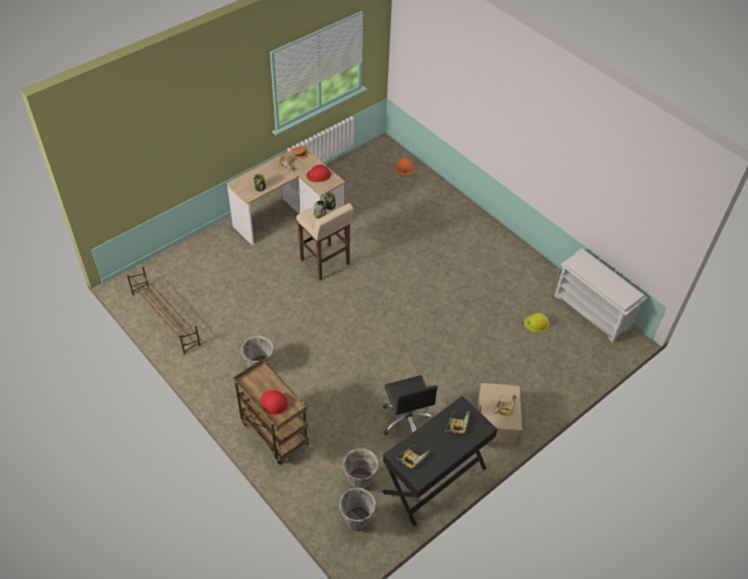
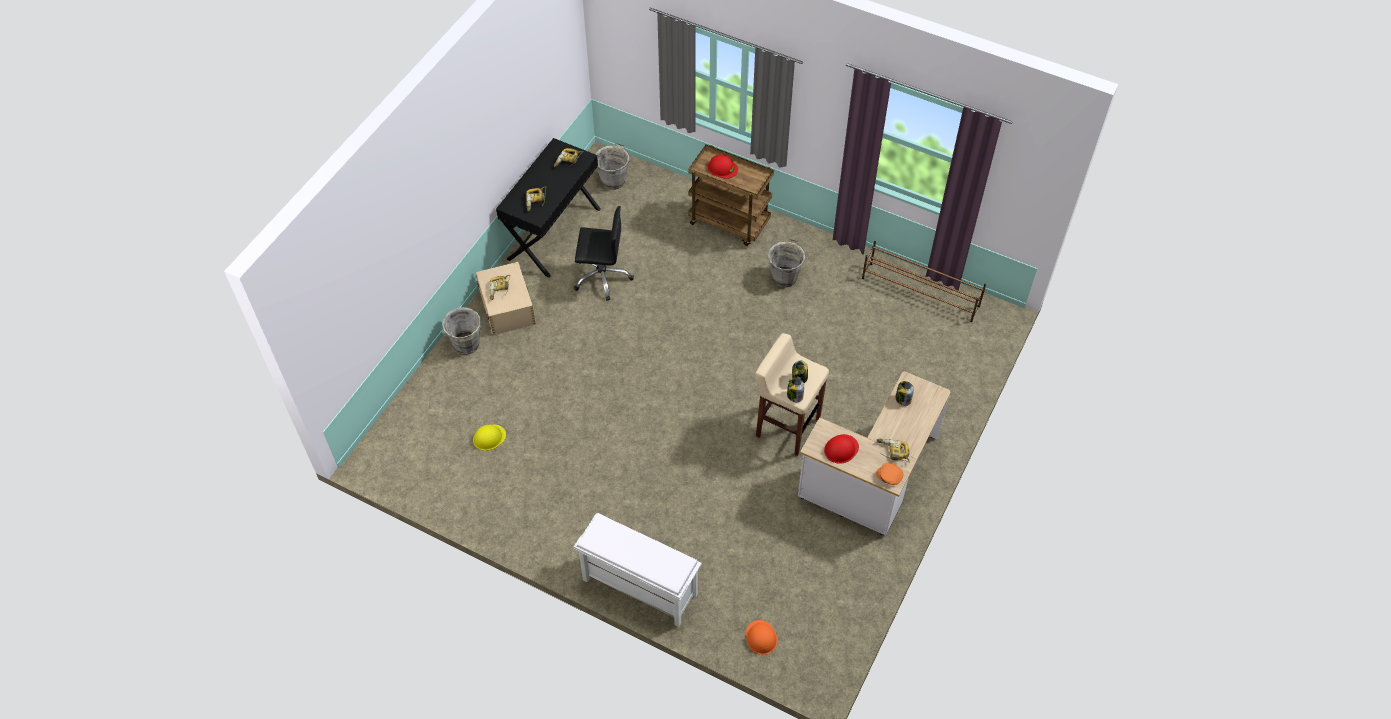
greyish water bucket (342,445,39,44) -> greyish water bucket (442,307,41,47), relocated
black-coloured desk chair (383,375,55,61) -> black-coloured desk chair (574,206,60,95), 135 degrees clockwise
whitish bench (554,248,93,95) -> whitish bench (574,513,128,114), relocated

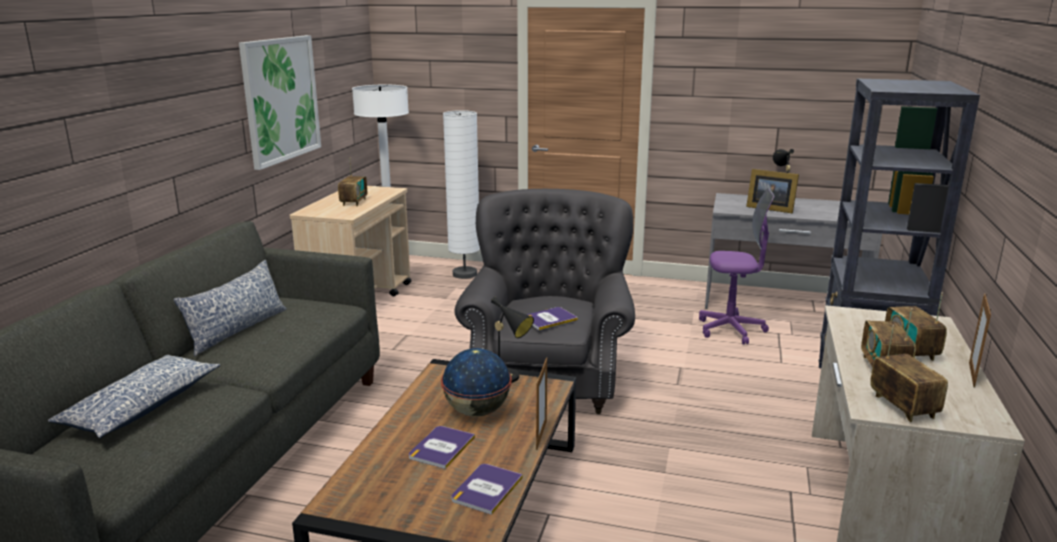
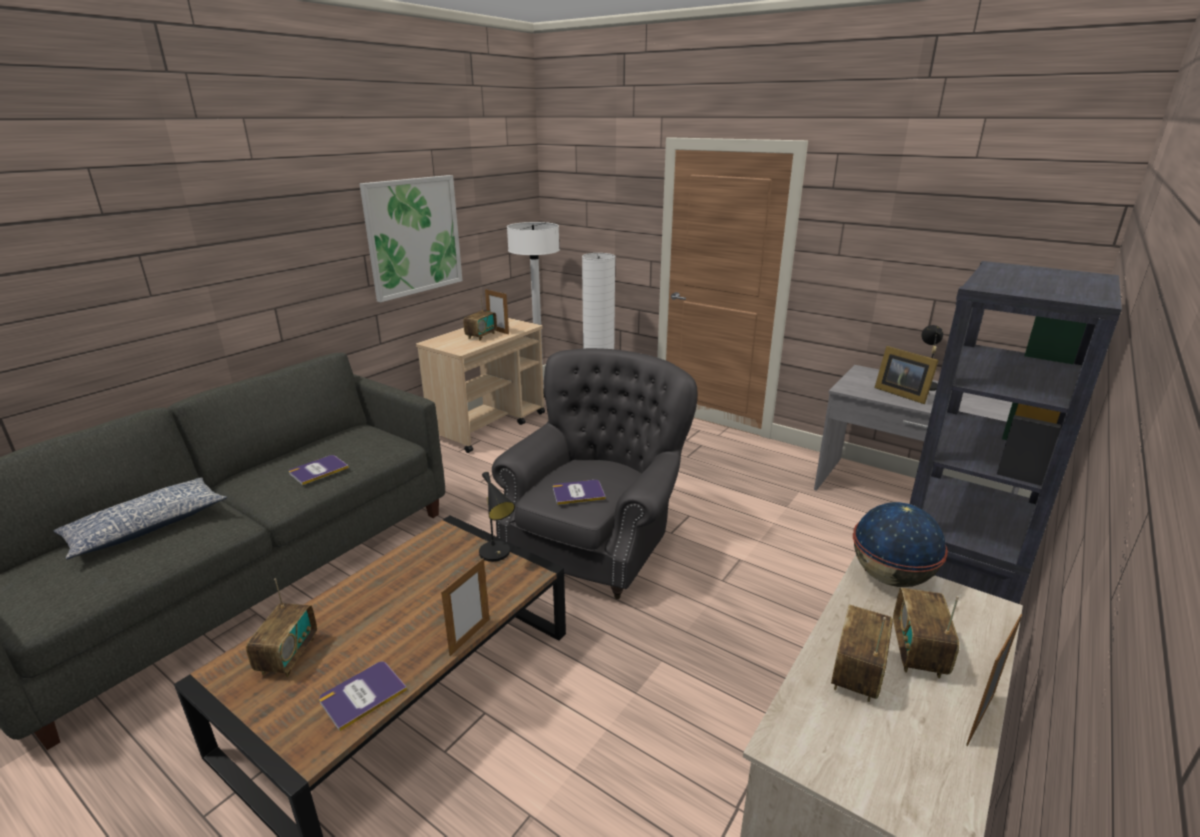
radio receiver (870,325,78,97) -> radio receiver (246,579,71,98), relocated
bound book (409,426,66,43) -> bound book (289,455,60,30), relocated
none -> standing frame (485,288,24,46)
world globe (441,348,71,69) -> world globe (853,502,95,85), relocated
pillow (174,260,113,96) -> none
purple-coloured desk chair (699,189,76,156) -> none

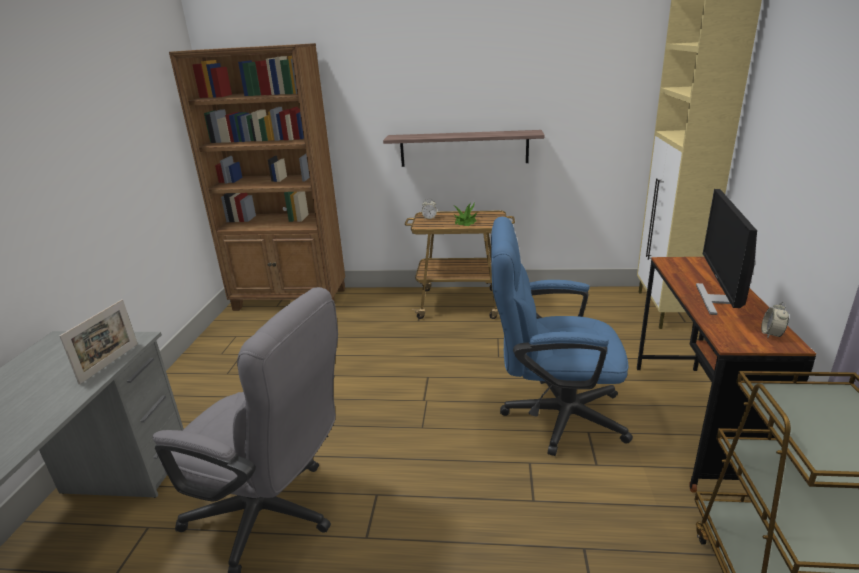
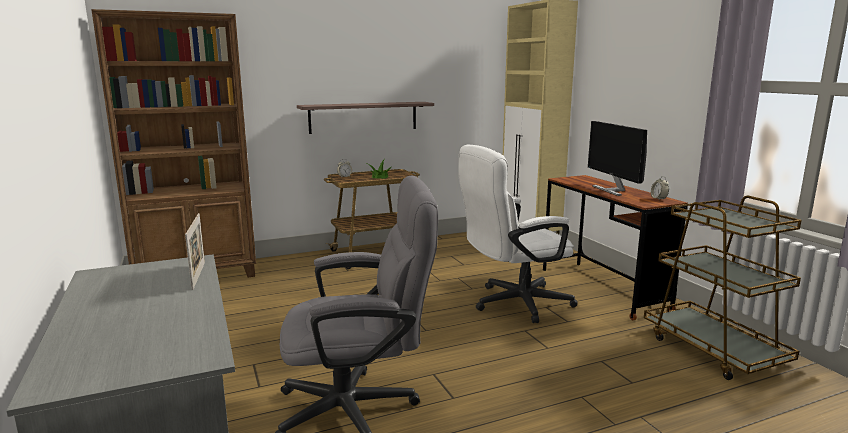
bluish desk chair (491,217,142,239) -> whitish desk chair (458,145,119,178)

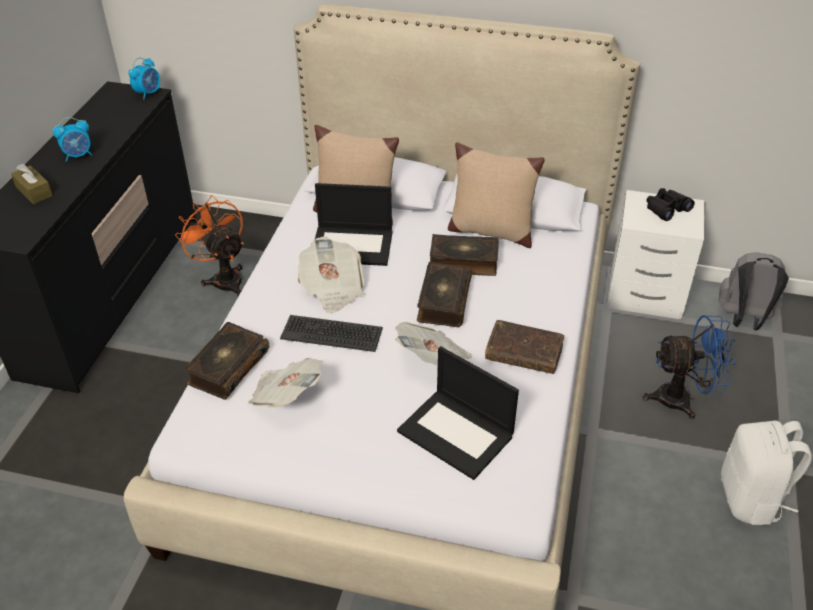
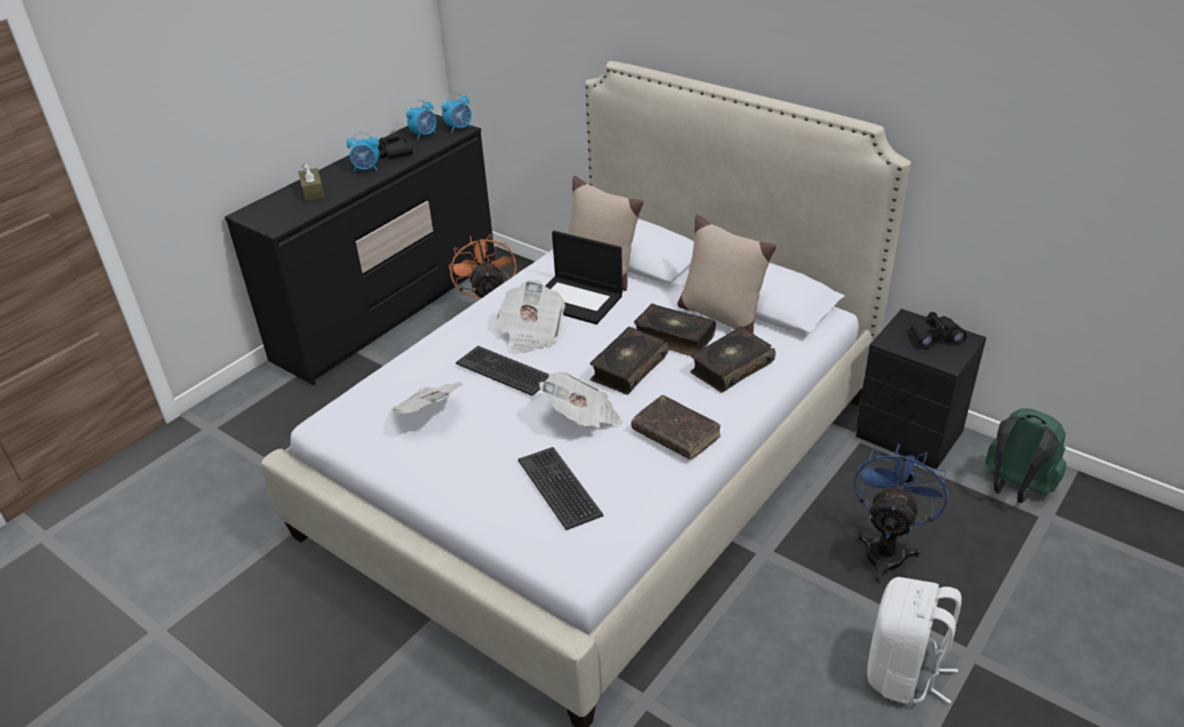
none -> black-coloured field glasses (378,132,35,27)
none -> alarm clock (406,100,31,40)
portable computer (397,346,122,134) -> keyboard (518,447,86,83)
bound book (184,322,85,78) -> bound book (690,326,86,67), relocated
bluish cooling fan (643,315,93,104) -> bluish cooling fan (854,444,95,139), 90 degrees counterclockwise
whitish night table (606,190,98,130) -> black-coloured night table (856,309,130,160)
greyish backpack (719,252,70,78) -> greenish backpack (985,408,81,95)

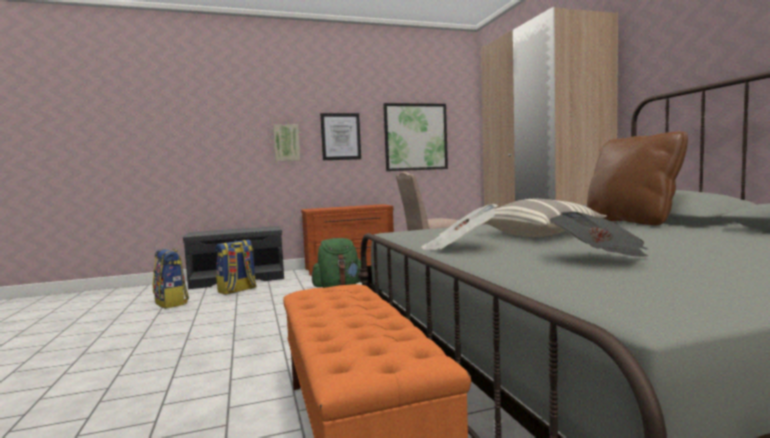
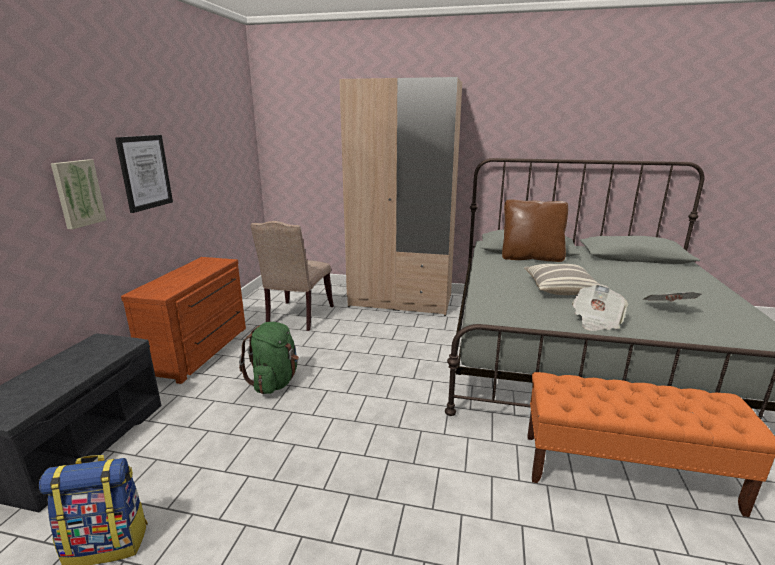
backpack (215,240,41,55) -> none
wall art (383,103,65,68) -> none

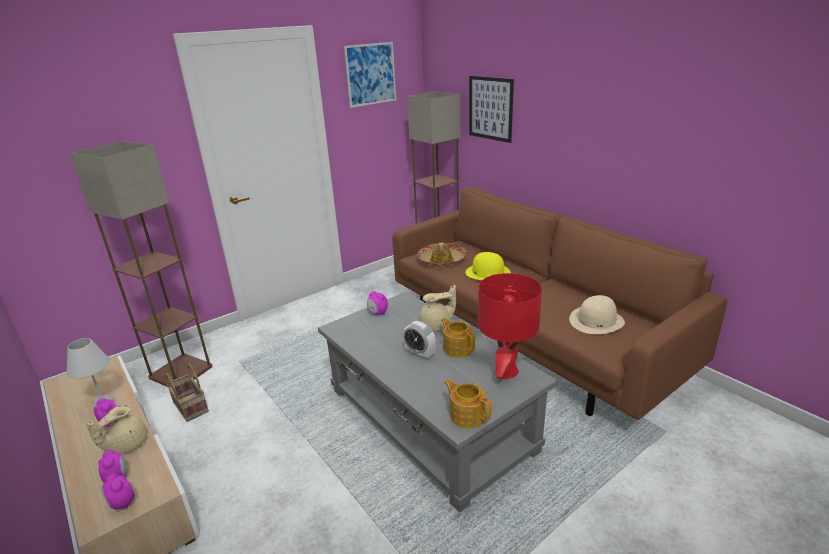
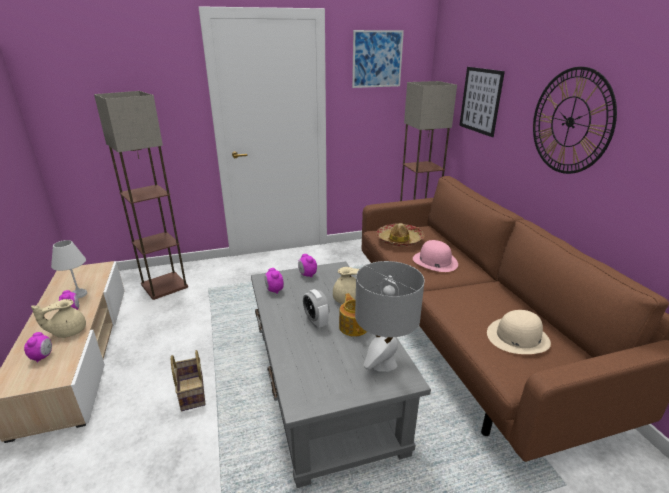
household basket (165,364,44,58) -> household basket (171,350,34,61), relocated
alarm clock (101,474,34,36) -> alarm clock (265,268,19,26), relocated
reddish lamp for a table (478,273,64,106) -> greyish lamp for a table (355,261,70,111)
yellow clothing hat (465,252,46,28) -> pink clothing hat (413,240,45,32)
none -> wall clock (533,67,84,107)
teapot (444,380,47,48) -> none

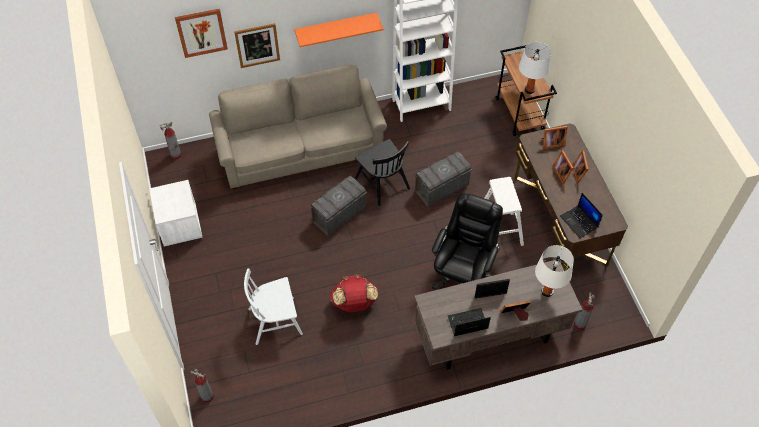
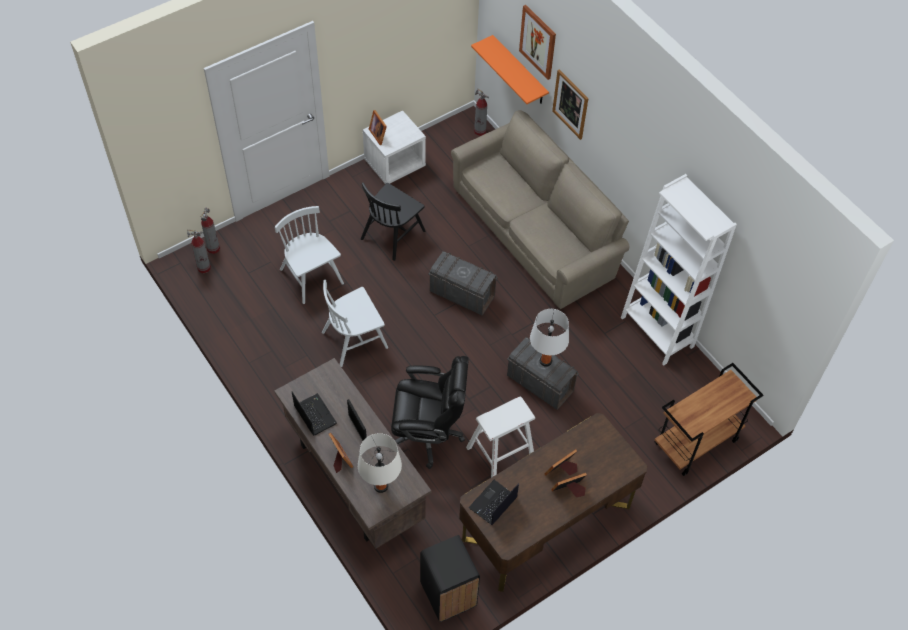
extinguisher (574,293,20,37) -> extinguisher (187,229,24,44), relocated
reddish backpack (330,274,49,38) -> whitish upright chair (322,280,66,87)
black-coloured upright chair (355,139,55,67) -> black-coloured upright chair (361,182,65,79), relocated
standing frame (541,126,27,23) -> standing frame (369,110,18,35), relocated
none -> black-coloured rubbish bin (420,535,60,87)
orangey bracket shelf (294,13,90,34) -> orangey bracket shelf (471,35,78,69), relocated
whitish lamp for a table (519,42,32,52) -> whitish lamp for a table (530,309,39,58), relocated

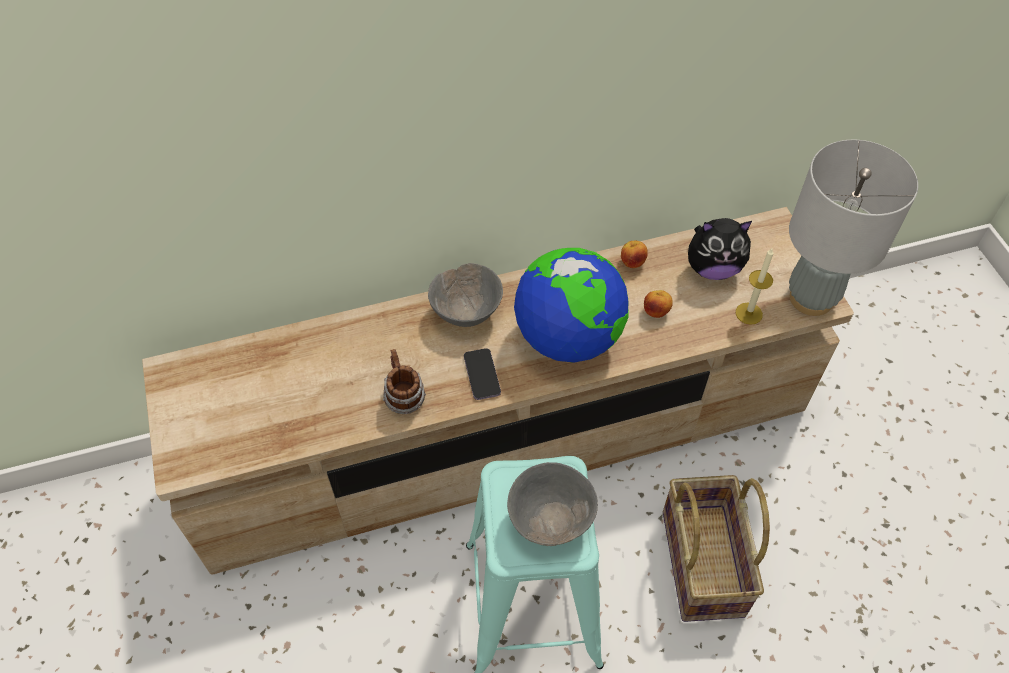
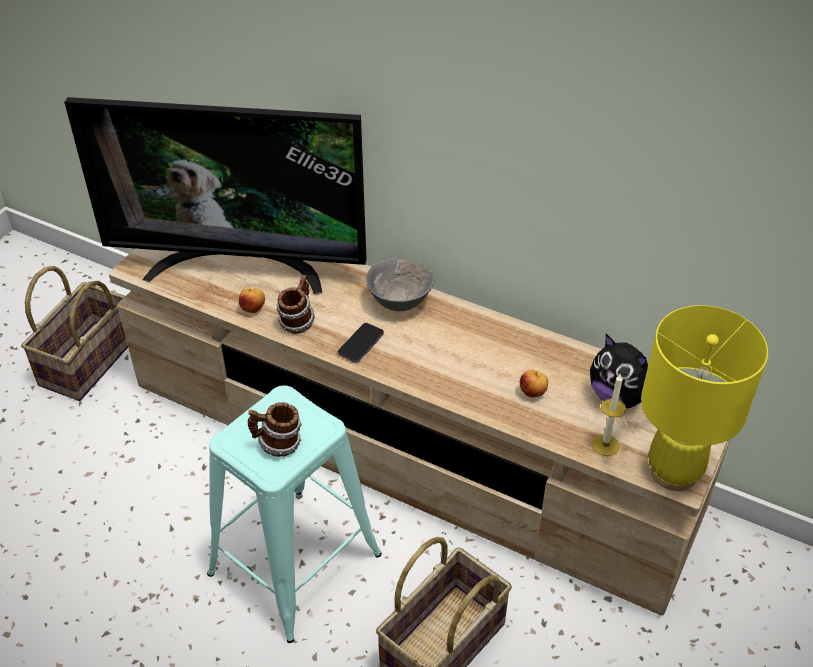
none -> household basket (21,266,107,135)
none -> TV (64,97,303,197)
whole apple (621,241,27,27) -> whole apple (239,288,26,25), relocated
greyish serving bowl (507,462,91,84) -> tea mug (248,402,54,55)
greyish lamp for a table (789,140,129,176) -> yellow lamp for a table (641,305,127,186)
world globe (514,248,115,115) -> none

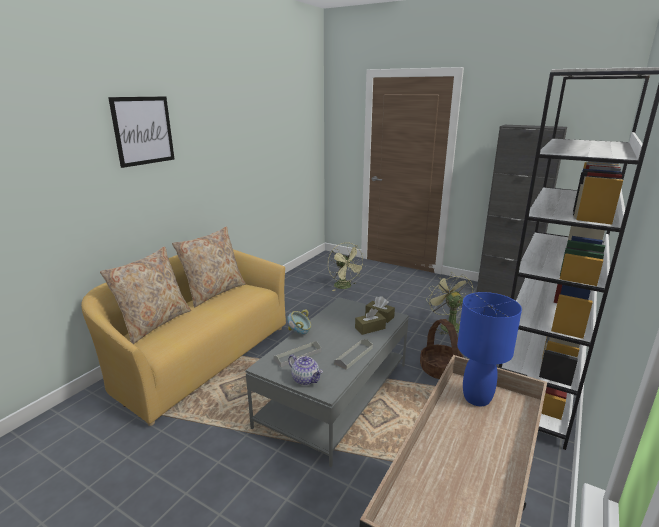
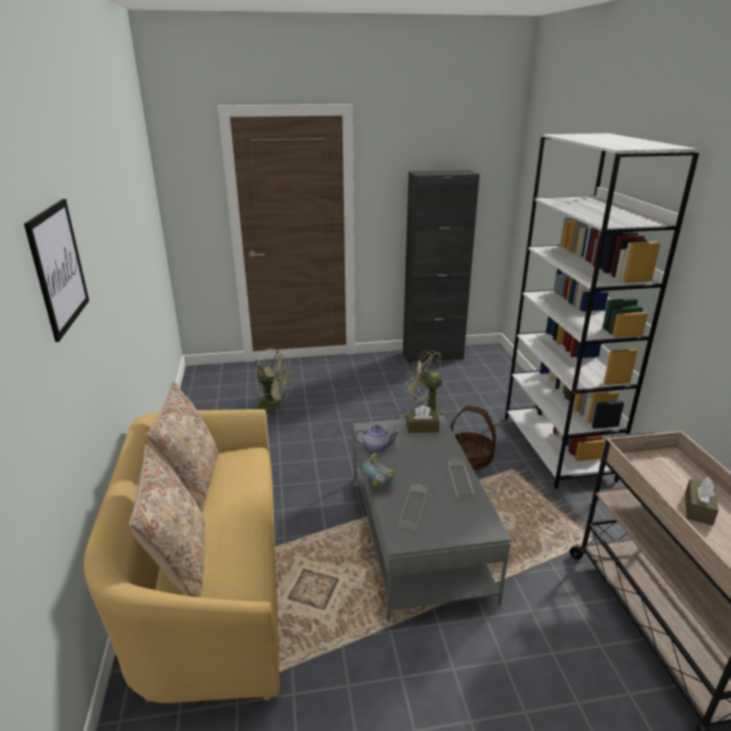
teapot (288,354,35,31) -> teapot (355,425,45,27), relocated
brown box of tissues (355,308,31,27) -> brown box of tissues (685,477,34,48), relocated
bluish lamp for a table (457,292,65,114) -> none

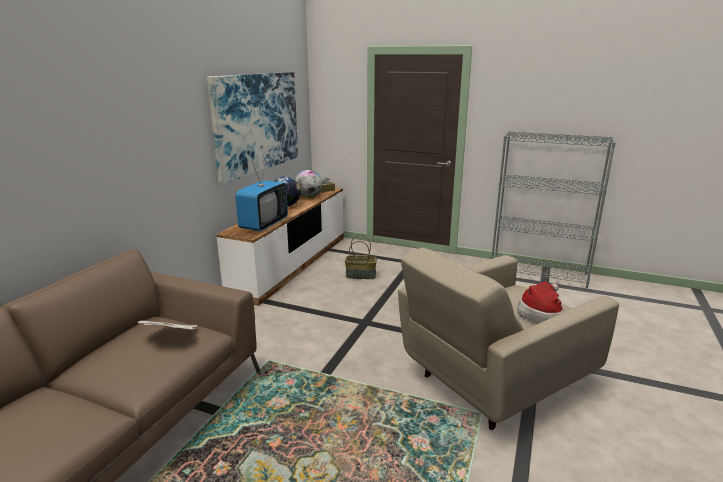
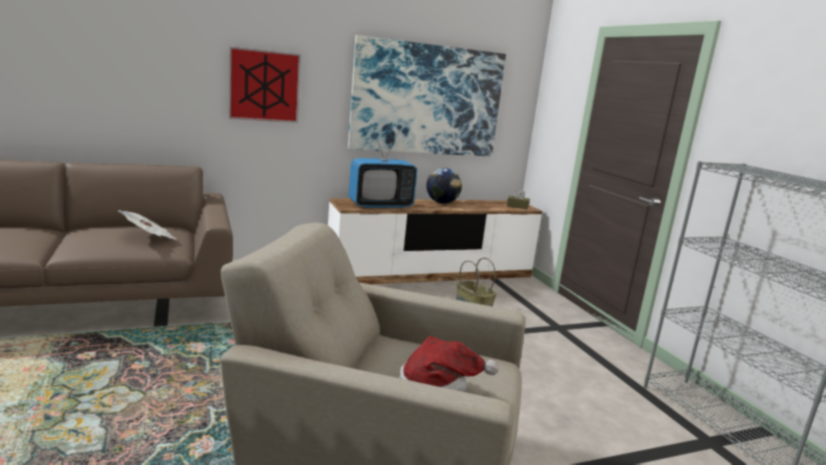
none -> wall art (229,47,72,76)
world globe (295,170,28,28) -> none

